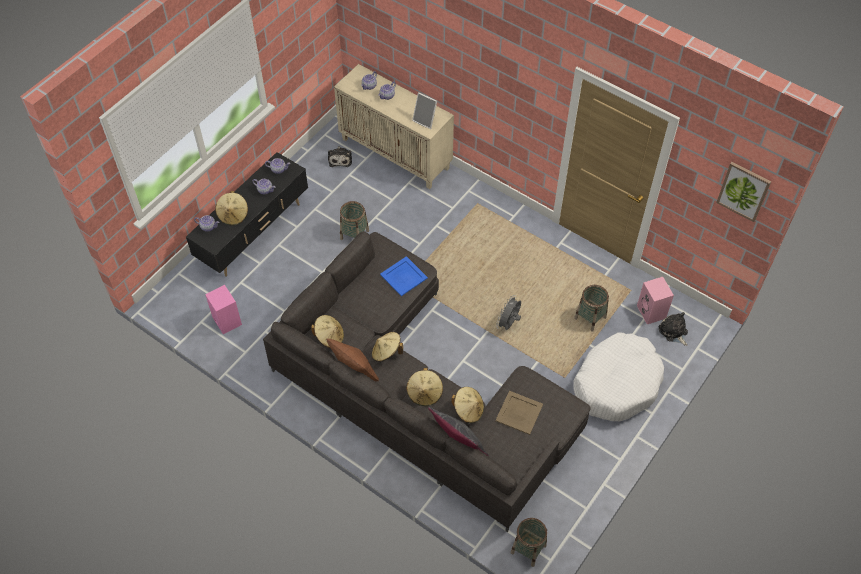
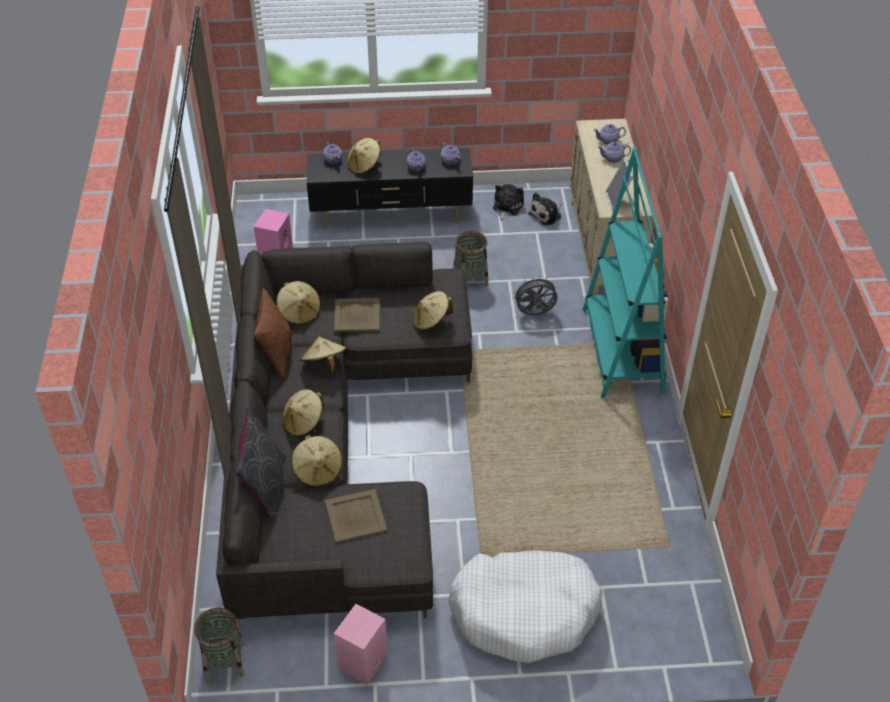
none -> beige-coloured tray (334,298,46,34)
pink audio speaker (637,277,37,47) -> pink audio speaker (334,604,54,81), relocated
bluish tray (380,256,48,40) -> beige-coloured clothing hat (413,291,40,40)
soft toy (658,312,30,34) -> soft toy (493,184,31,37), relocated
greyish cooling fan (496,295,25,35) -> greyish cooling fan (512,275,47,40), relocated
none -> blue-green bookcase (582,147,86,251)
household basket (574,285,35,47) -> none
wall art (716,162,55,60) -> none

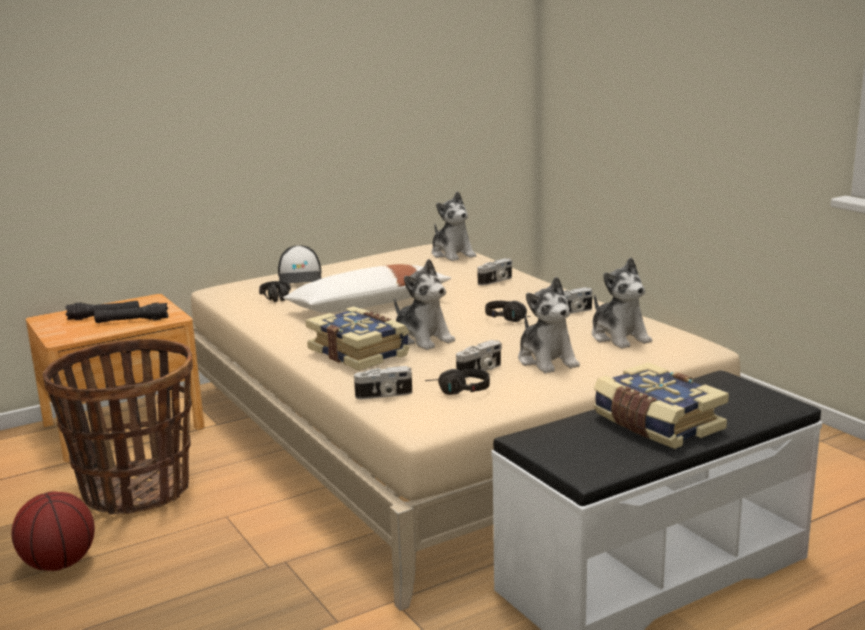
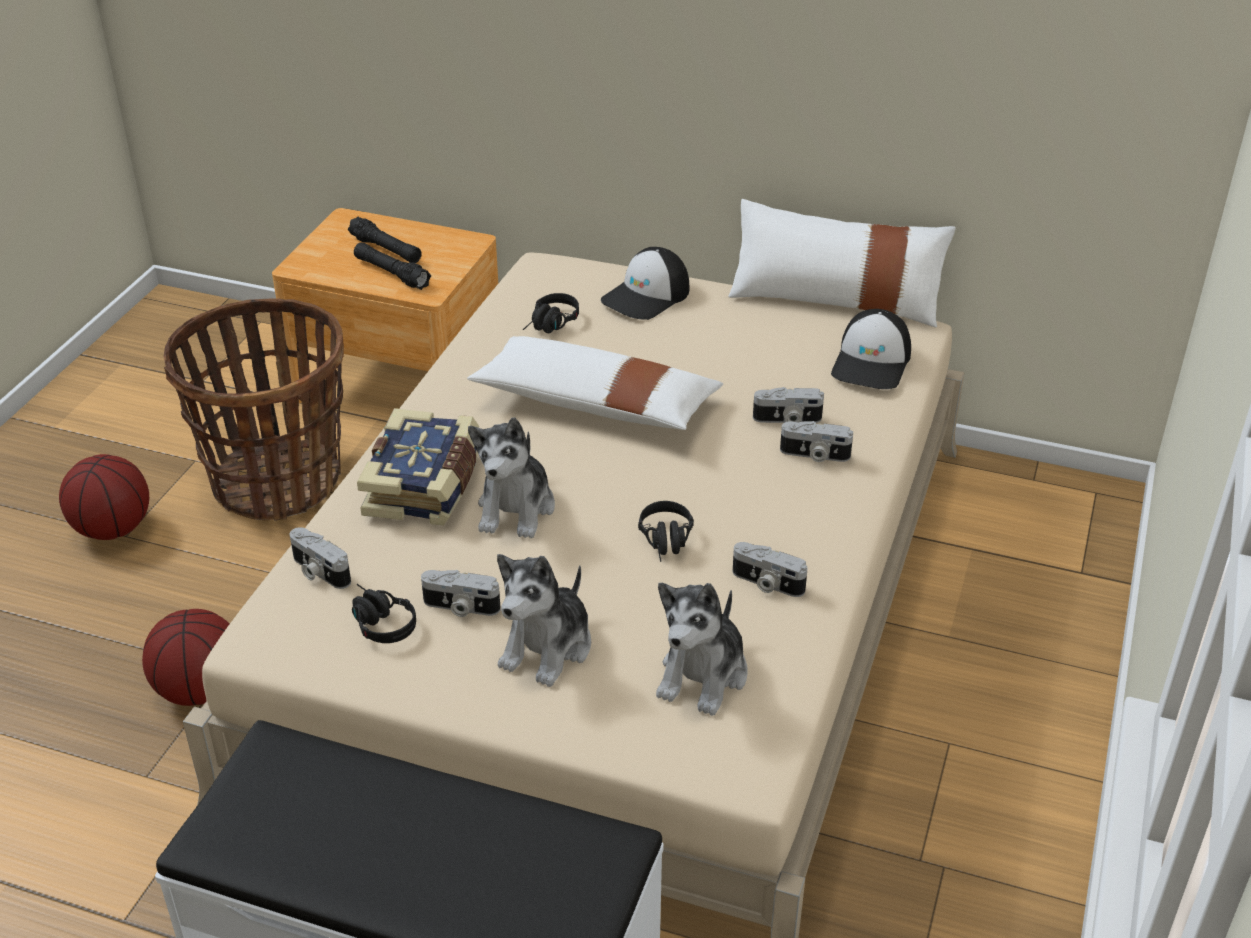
none -> ball for basketball (142,609,87,97)
none -> whitish pillow (728,199,228,128)
none -> photo camera (753,387,71,36)
soft toy (432,191,44,70) -> cap (831,309,80,80)
bound book (593,362,136,87) -> none

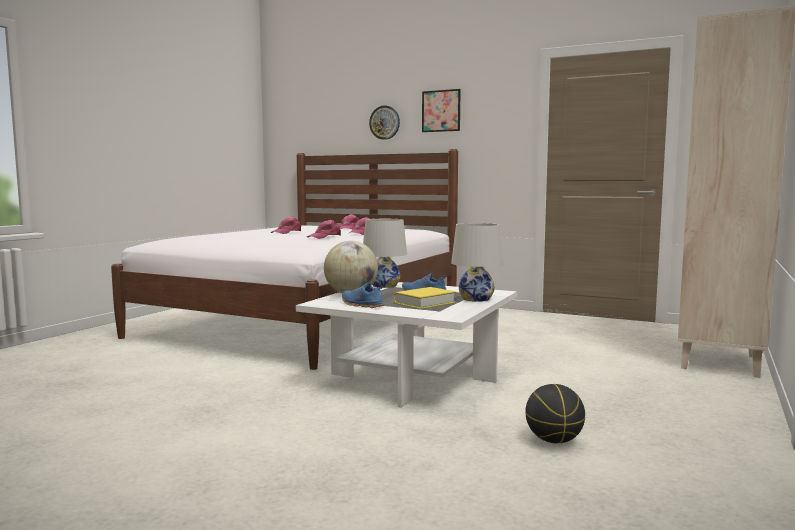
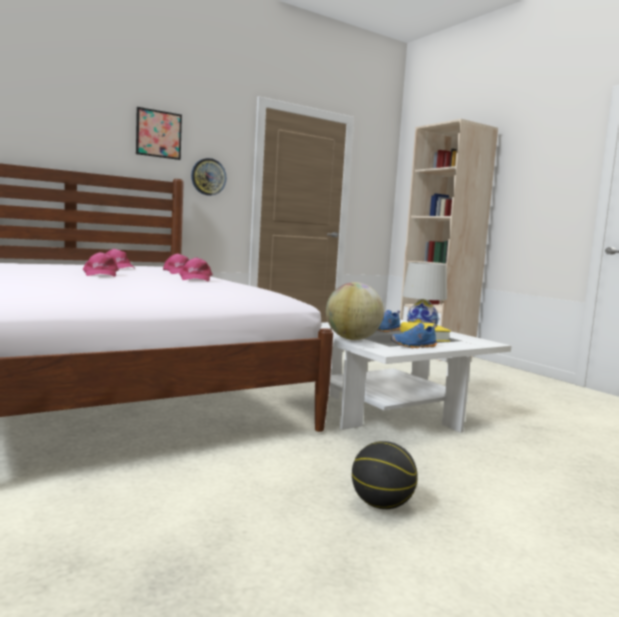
wall clock (369,106,31,34) -> wall clock (191,158,35,38), relocated
ball for basketball (525,384,60,59) -> ball for basketball (352,441,66,68), relocated
whitish lamp for a table (363,219,44,69) -> none

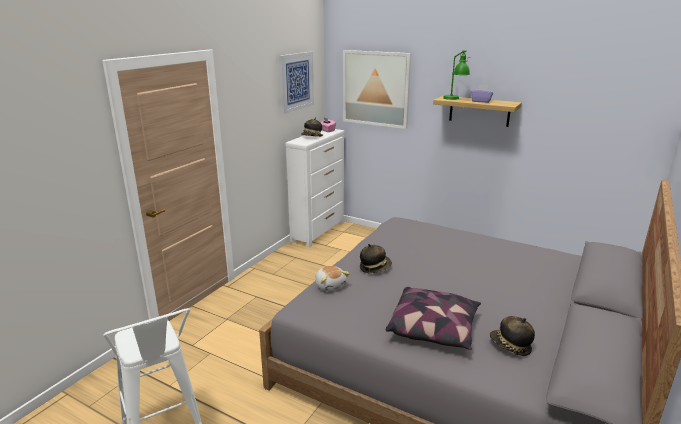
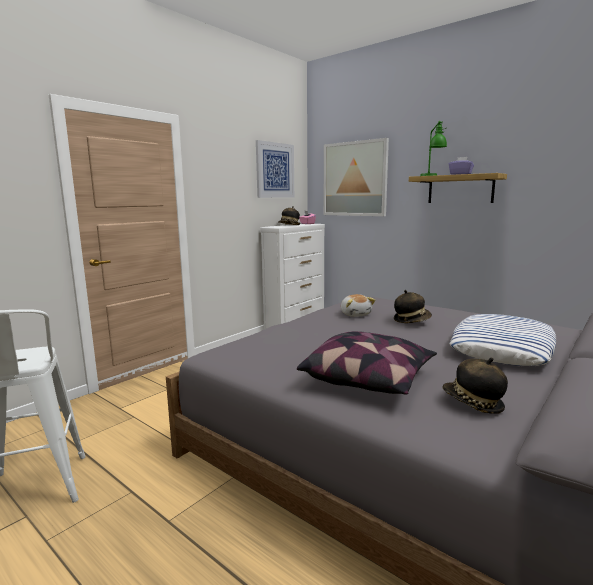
soft toy (315,266,35,25) -> soft toy (341,294,34,23), relocated
clothing hat (360,244,32,29) -> clothing hat (394,290,38,33), relocated
none -> pillow (449,314,107,52)

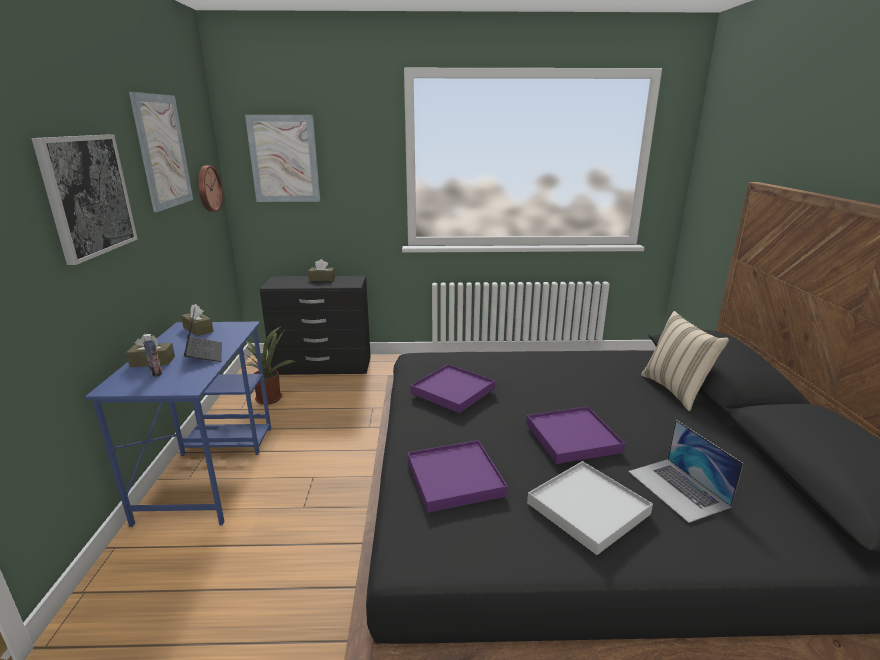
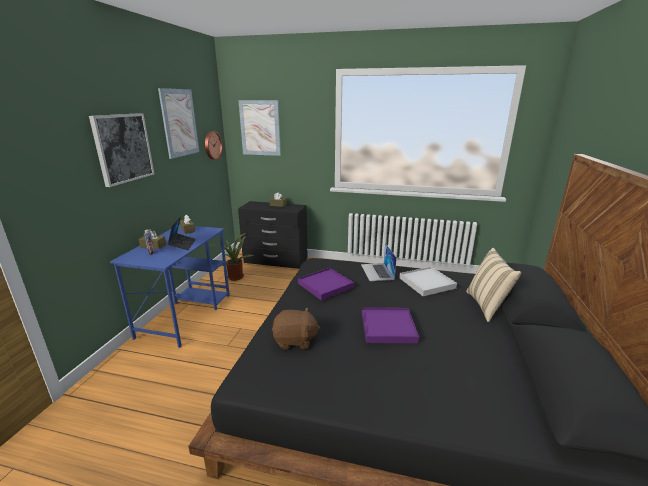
purple-coloured tray (408,440,100,73) -> brown soft toy (272,308,48,41)
portable computer (628,420,115,103) -> portable computer (361,243,36,38), relocated
whitish tray (527,461,126,94) -> whitish tray (399,267,58,29), relocated

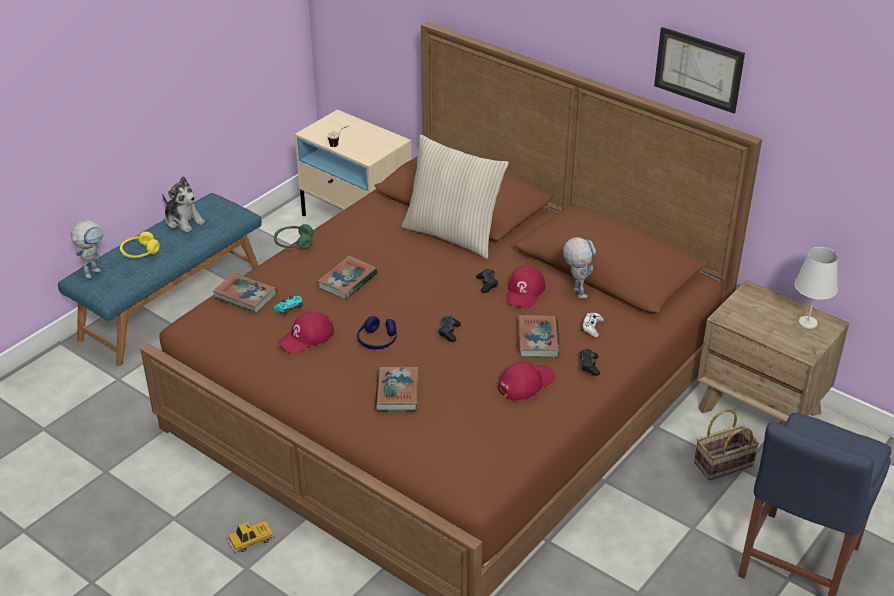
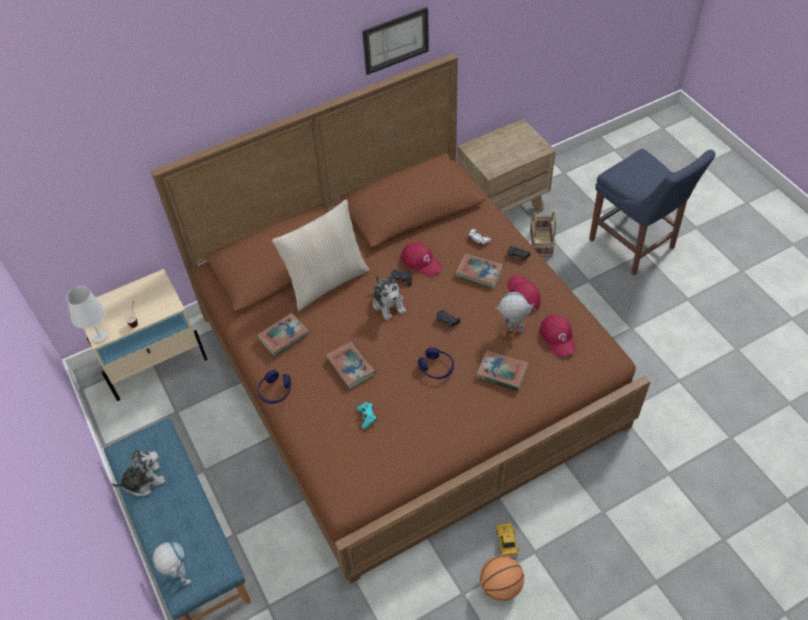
whitish lamp for a table (794,247,44,82) -> whitish lamp for a table (66,286,42,57), relocated
bound book (213,273,64,40) -> bound book (257,313,52,43), relocated
greenish headset (274,224,39,25) -> bluish headset (258,370,33,34)
none -> soft toy (373,274,33,46)
none -> ball for basketball (480,556,44,45)
robot figure (563,237,33,61) -> robot figure (495,292,38,40), relocated
reddish cap (278,311,56,43) -> reddish cap (540,315,36,42), relocated
yellow headset (120,232,40,26) -> none

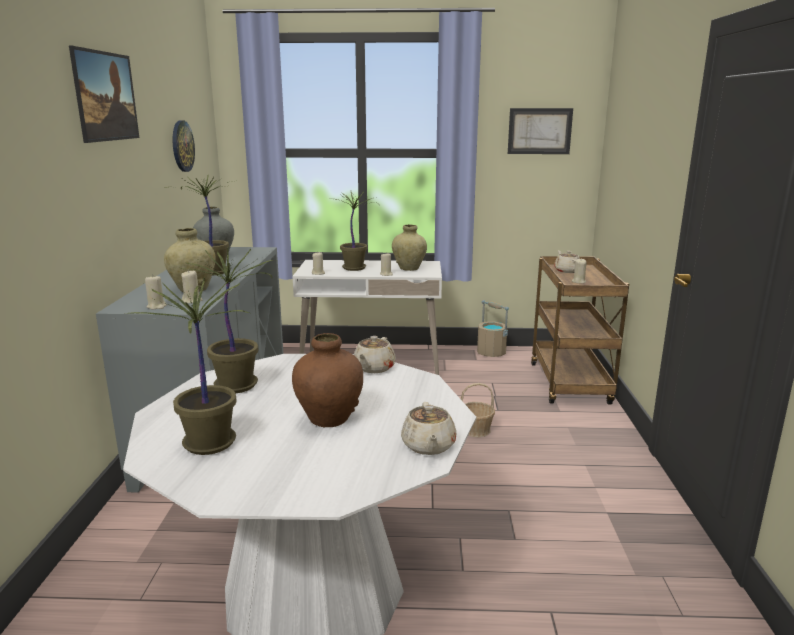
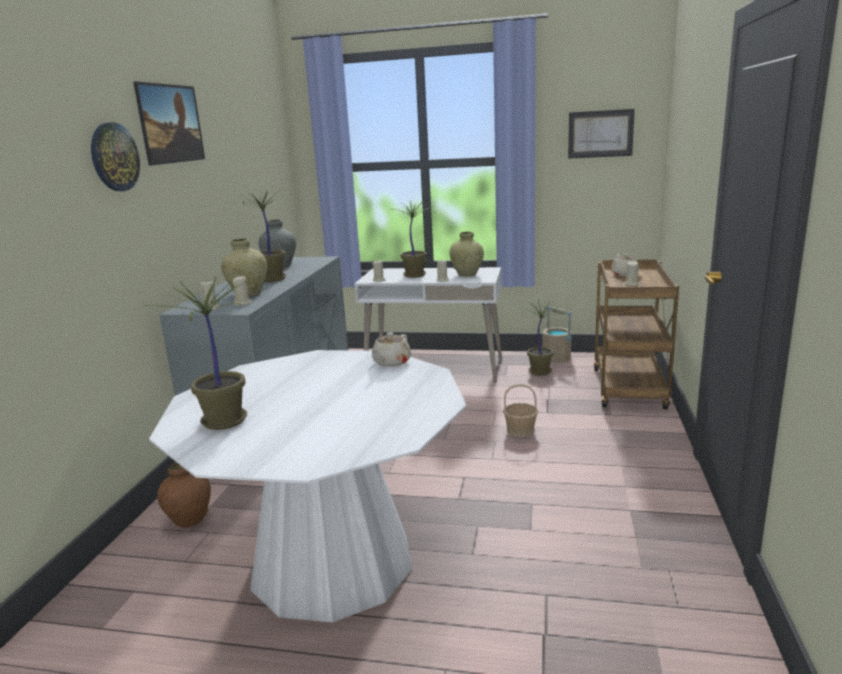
wall clock (173,121,22,51) -> wall clock (91,122,49,69), relocated
brown flower vase (292,333,71,94) -> brown flower vase (157,463,54,65), relocated
houseplant (181,248,95,145) -> houseplant (520,300,46,76), relocated
beige-coloured teapot (401,402,55,53) -> none

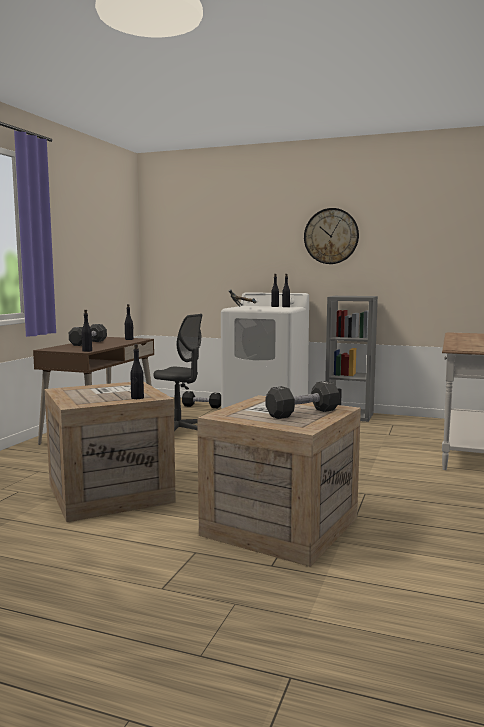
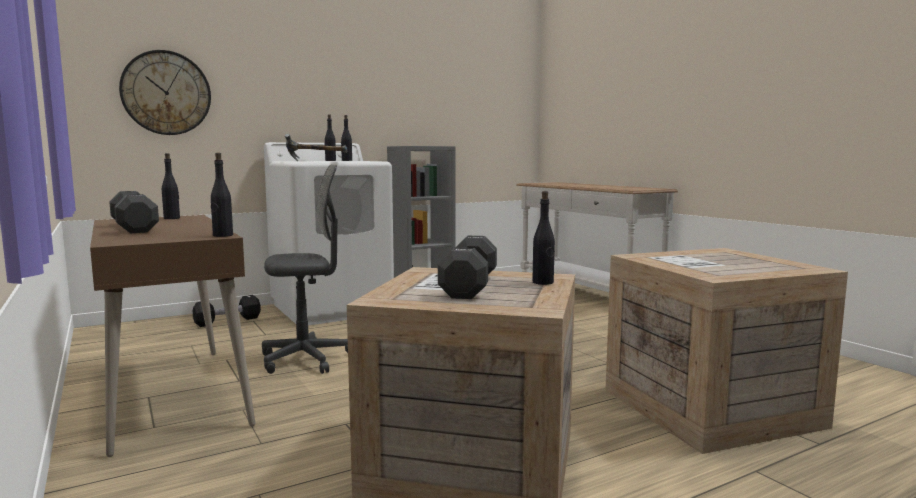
wall clock (304,208,55,56) -> wall clock (119,50,92,85), relocated
black-coloured free weight (266,381,74,38) -> black-coloured free weight (438,236,59,63), relocated

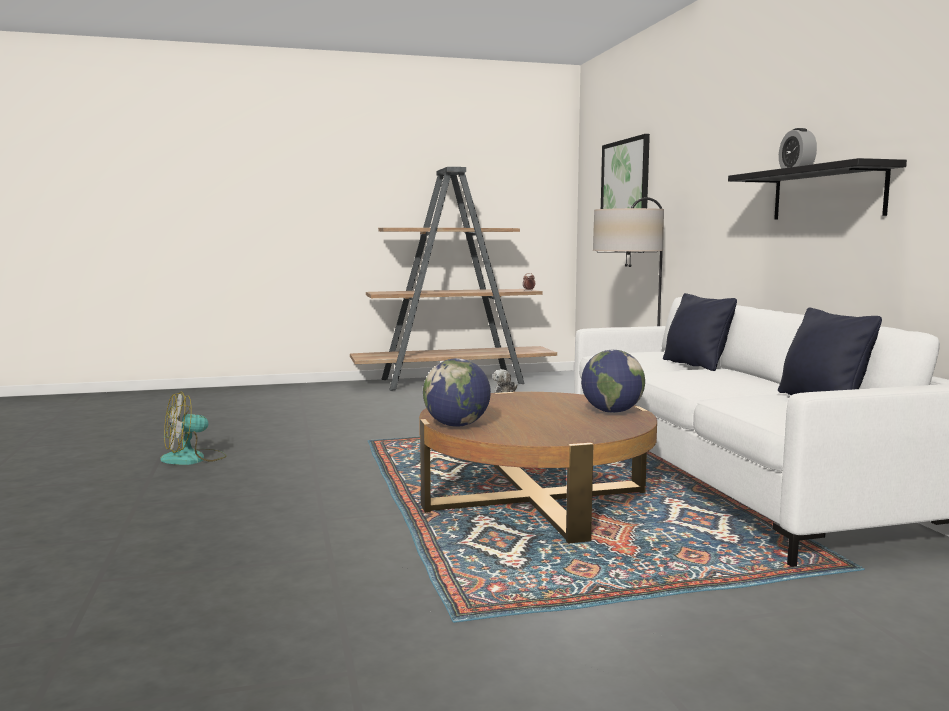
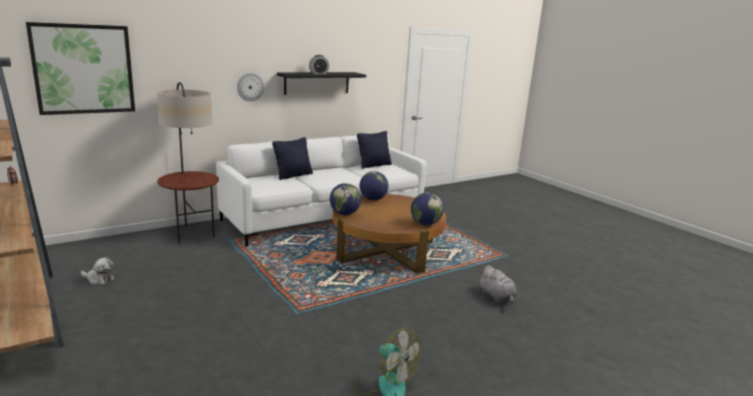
none -> wall clock (237,73,27,28)
none -> world globe (330,183,31,32)
none -> greyish soft toy (479,265,37,38)

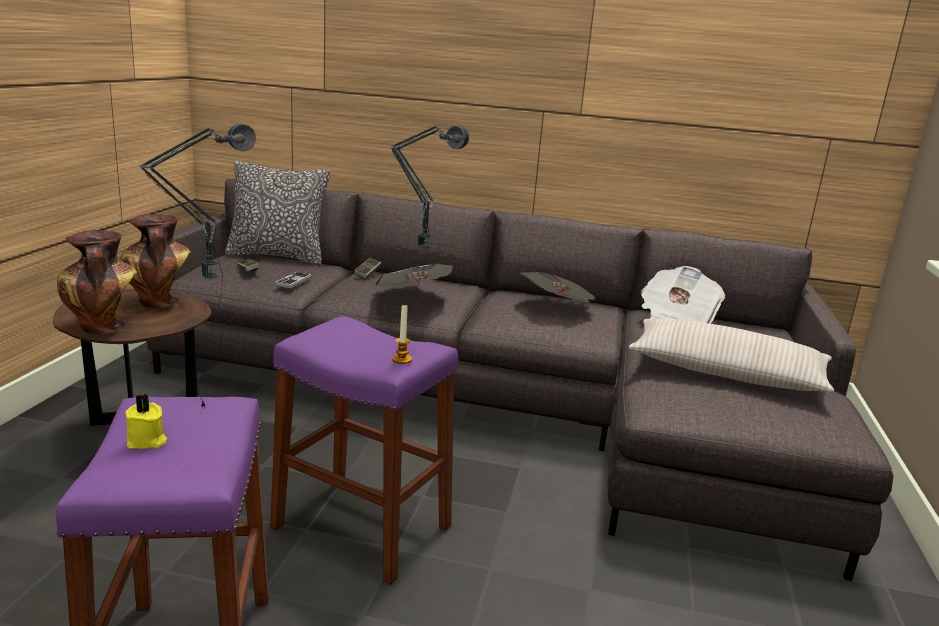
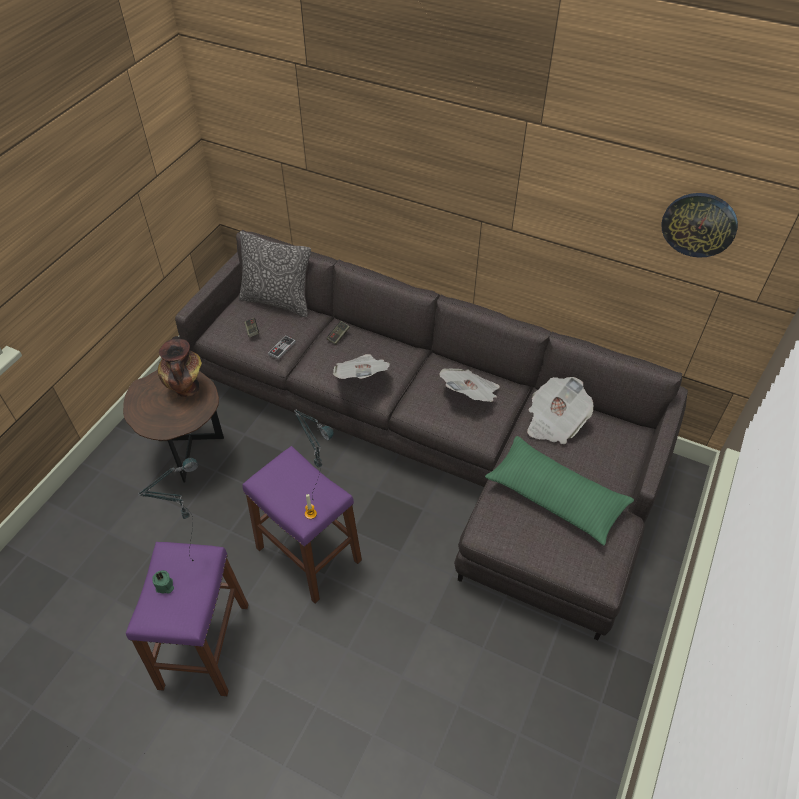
yellow wax light (126,394,41,55) -> greenish wax light (152,570,22,23)
beige-coloured pillow (628,318,206,74) -> greenish pillow (485,436,149,109)
none -> wall clock (661,193,77,65)
flower vase (57,230,80,104) -> none

